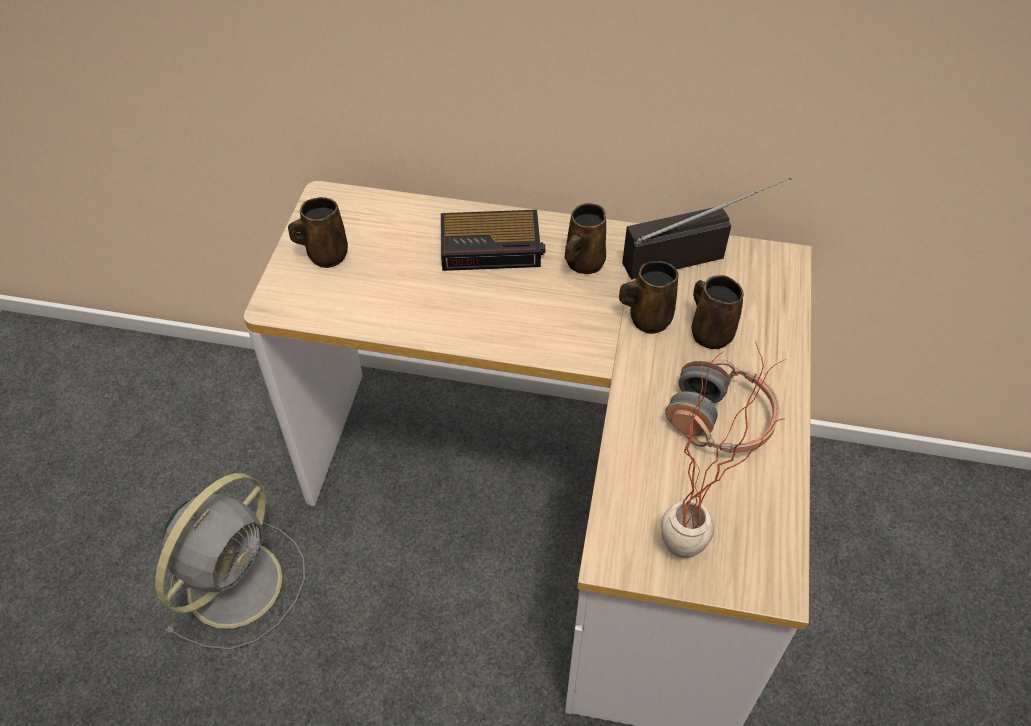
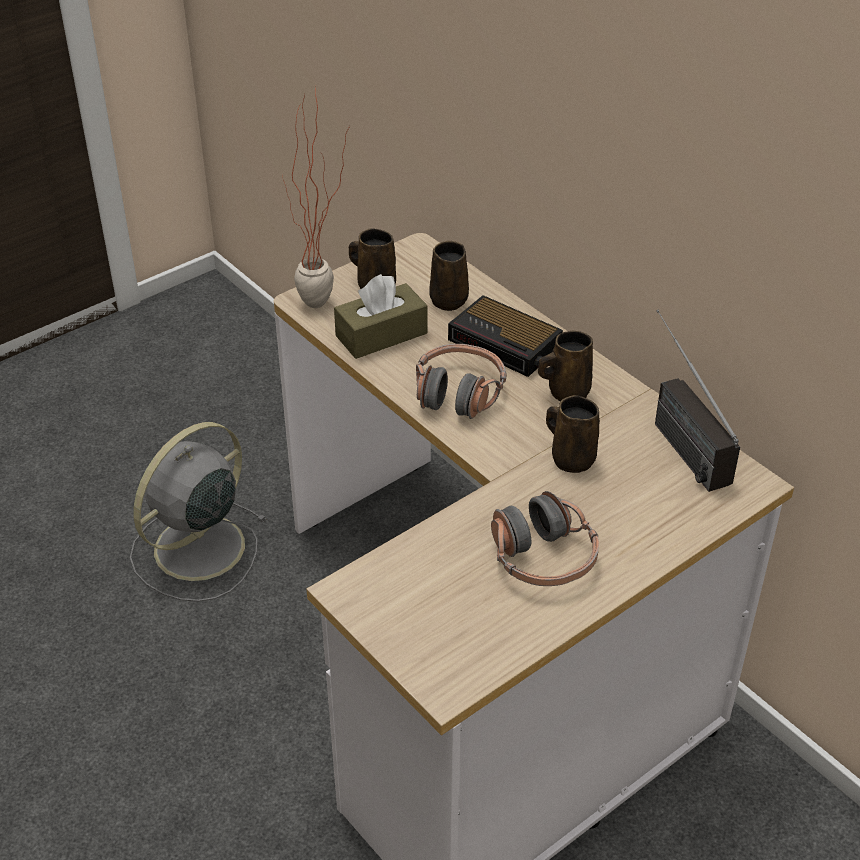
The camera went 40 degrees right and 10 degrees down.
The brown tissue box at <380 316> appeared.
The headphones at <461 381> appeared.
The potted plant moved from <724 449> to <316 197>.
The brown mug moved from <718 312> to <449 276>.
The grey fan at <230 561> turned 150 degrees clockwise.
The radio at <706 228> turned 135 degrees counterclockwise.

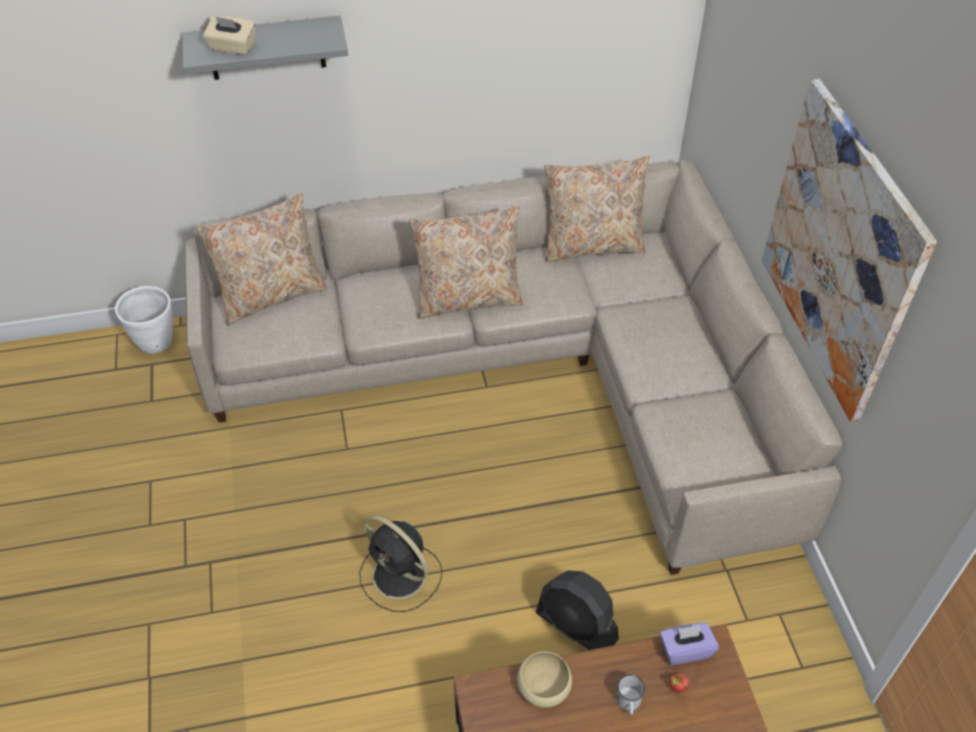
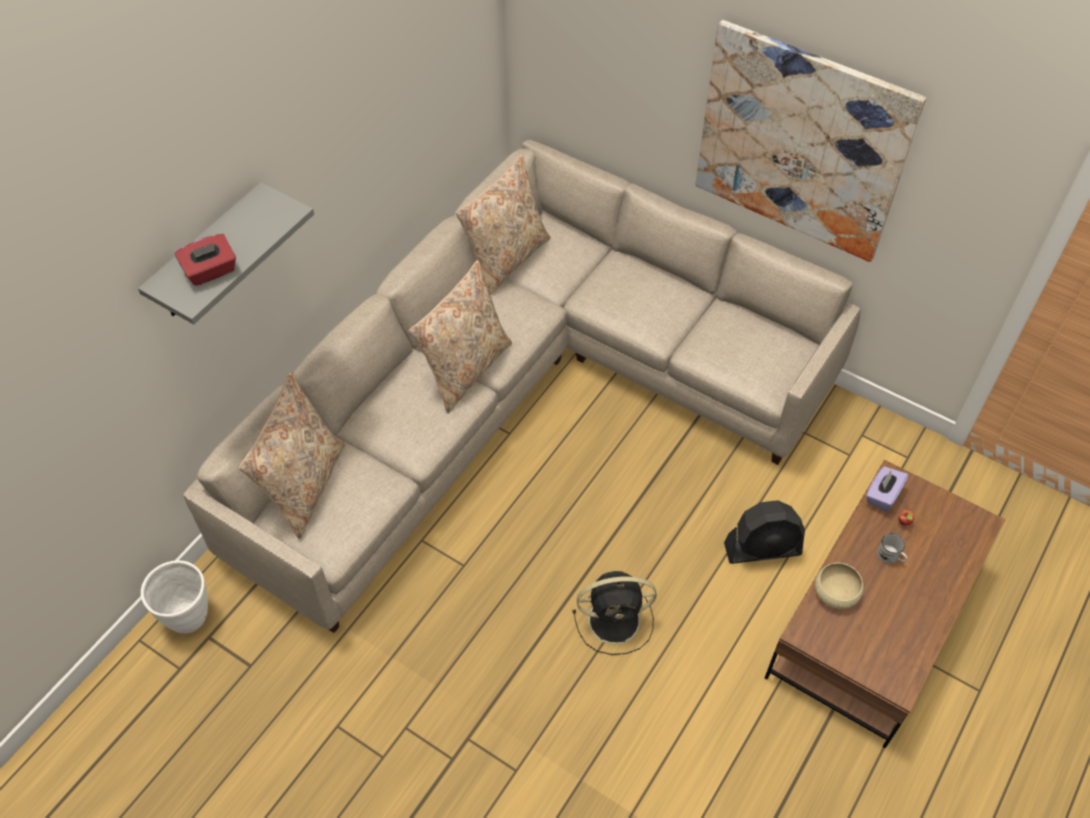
The camera went 45 degrees left and 5 degrees up.
The beige tissue box at <229 35> became the red tissue box at <205 260>.

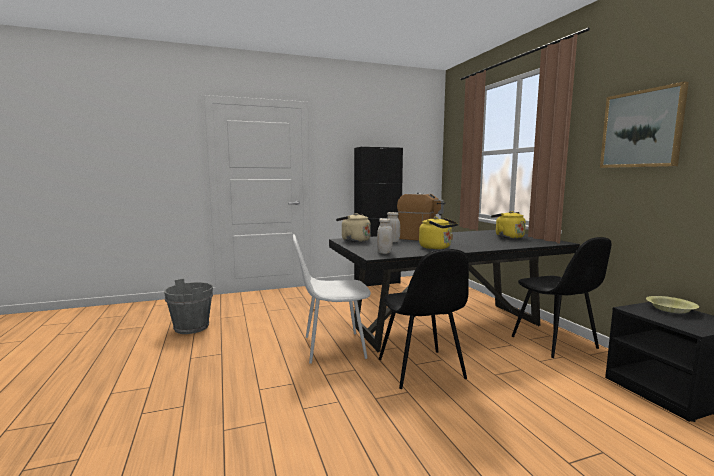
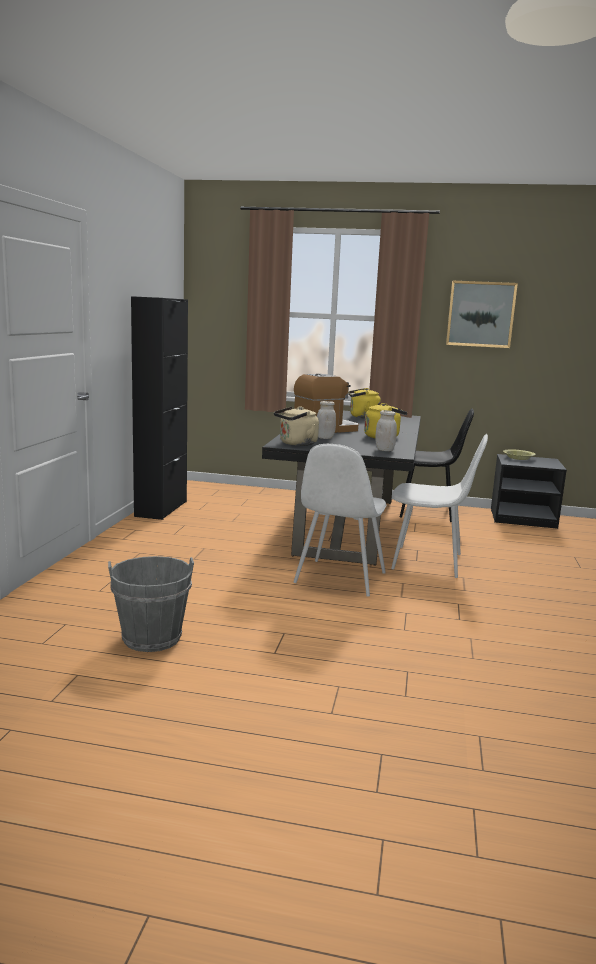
The camera went 60 degrees left and 5 degrees up.
The black chair at <424 319> became the white chair at <439 506>.

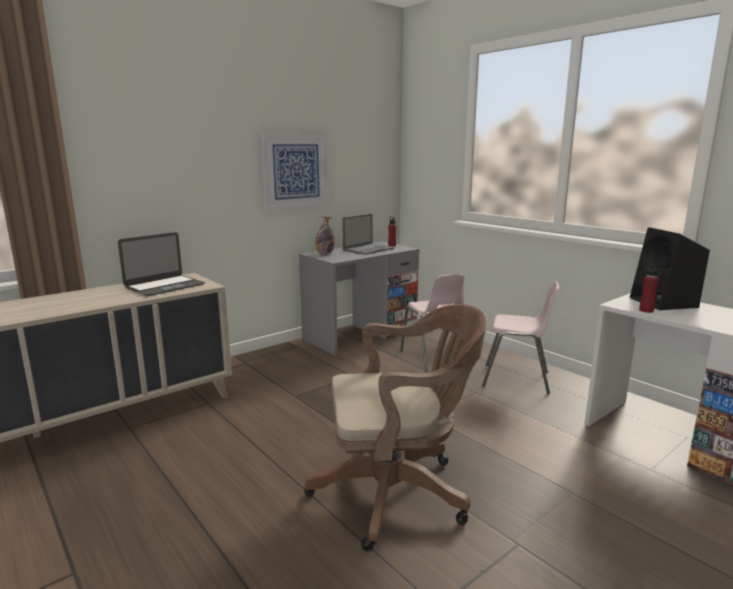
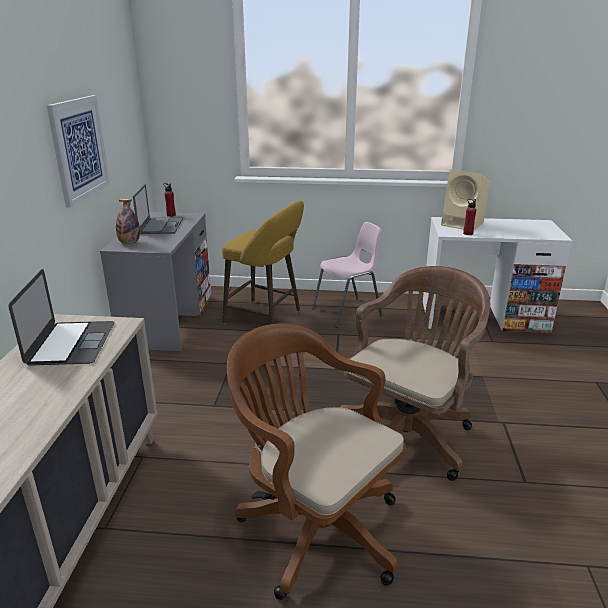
The camera went 45 degrees left and 10 degrees up.
The brown office chair at <316 461> appeared.
The pink chair at <432 322> was replaced by the yellow stool at <263 262>.
The black speaker at <670 268> became the beige speaker at <465 200>.

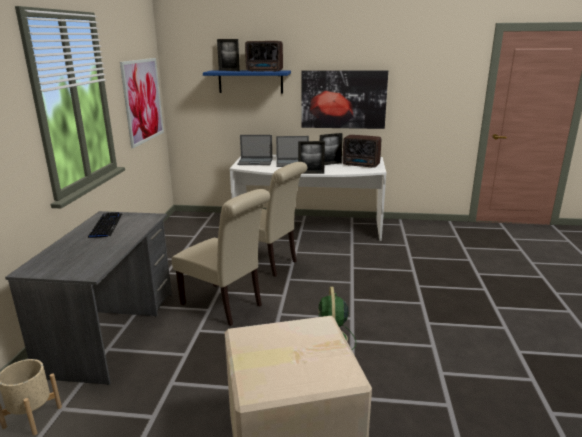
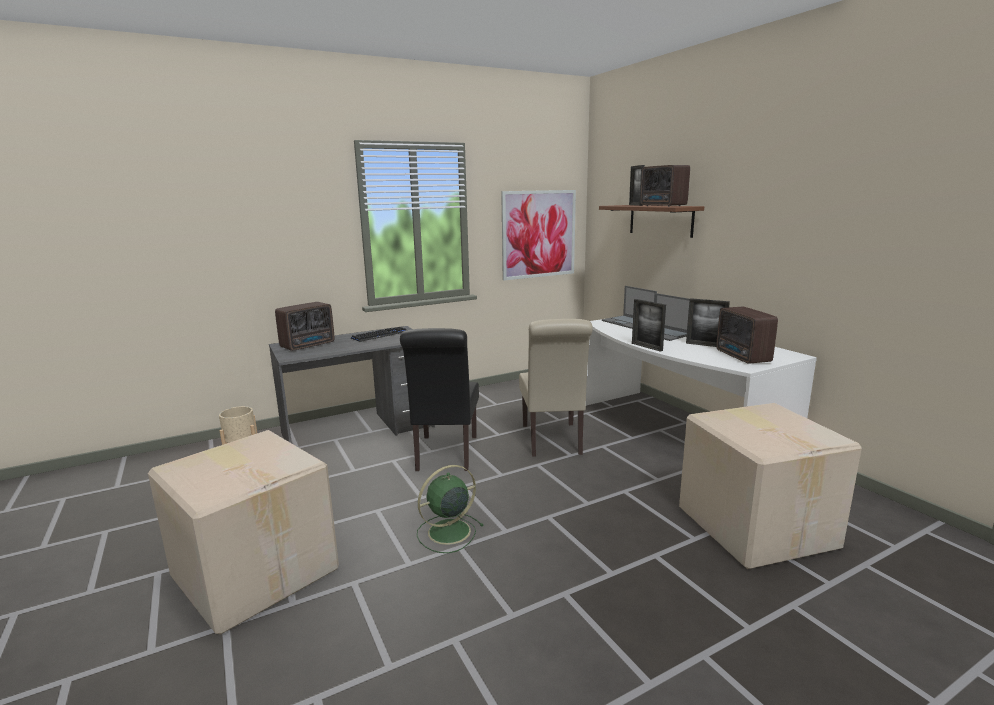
The camera went 55 degrees right and 5 degrees down.
The picture at <345 99> disappeared.
The radio at <304 326> appeared.
The cardboard box at <770 486> appeared.
The beige chair at <221 257> became the black chair at <439 399>.
The blue shelf at <247 81> became the brown shelf at <651 221>.

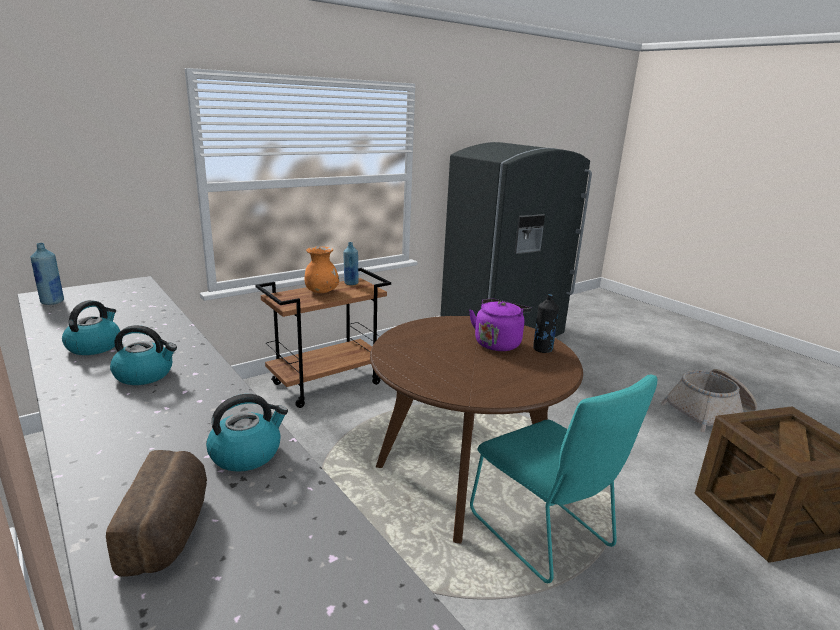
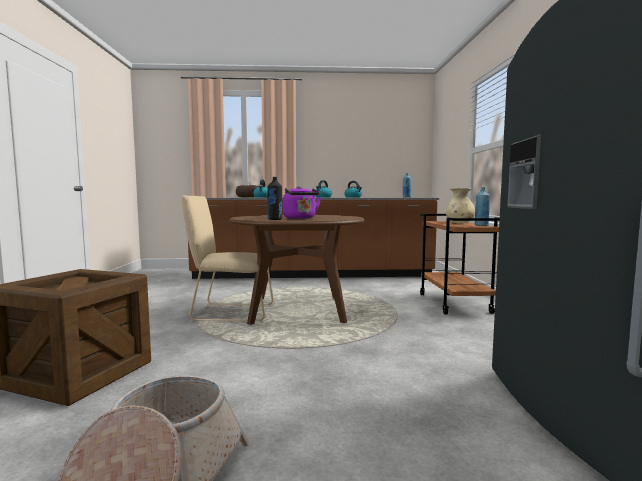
The camera went 125 degrees right and 15 degrees down.
The orange vase at <322 269> became the beige vase at <460 206>.
The turquoise chair at <563 479> became the beige chair at <227 258>.

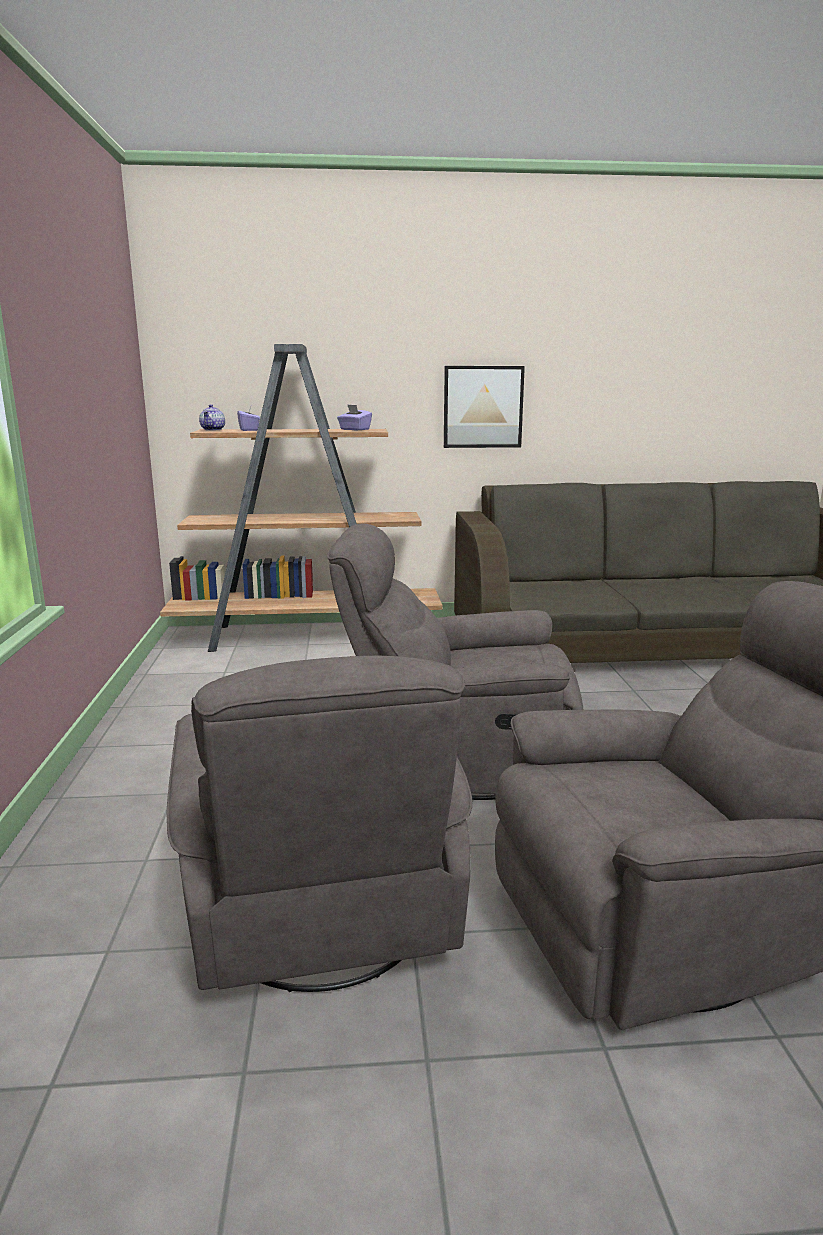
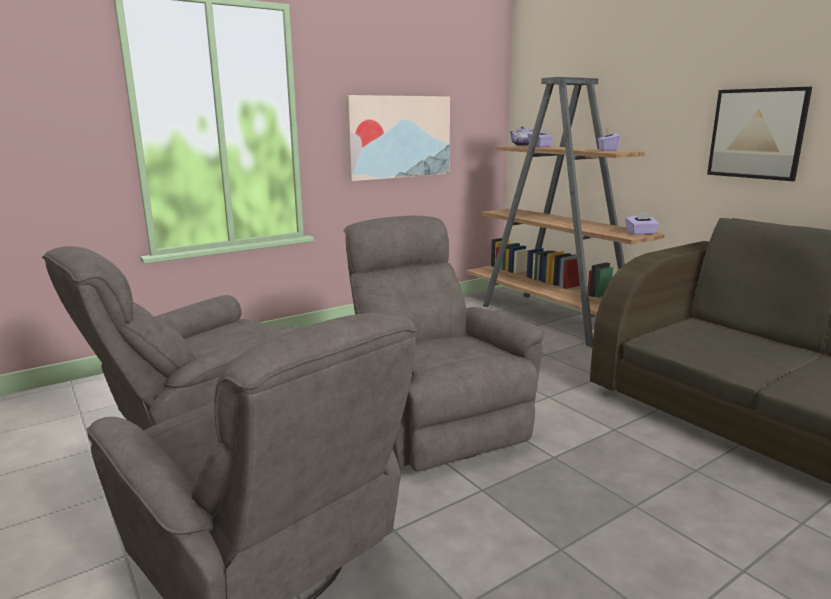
The camera went 60 degrees right and 0 degrees up.
The picture at <398 138> appeared.
The purple tissue box at <642 223> appeared.

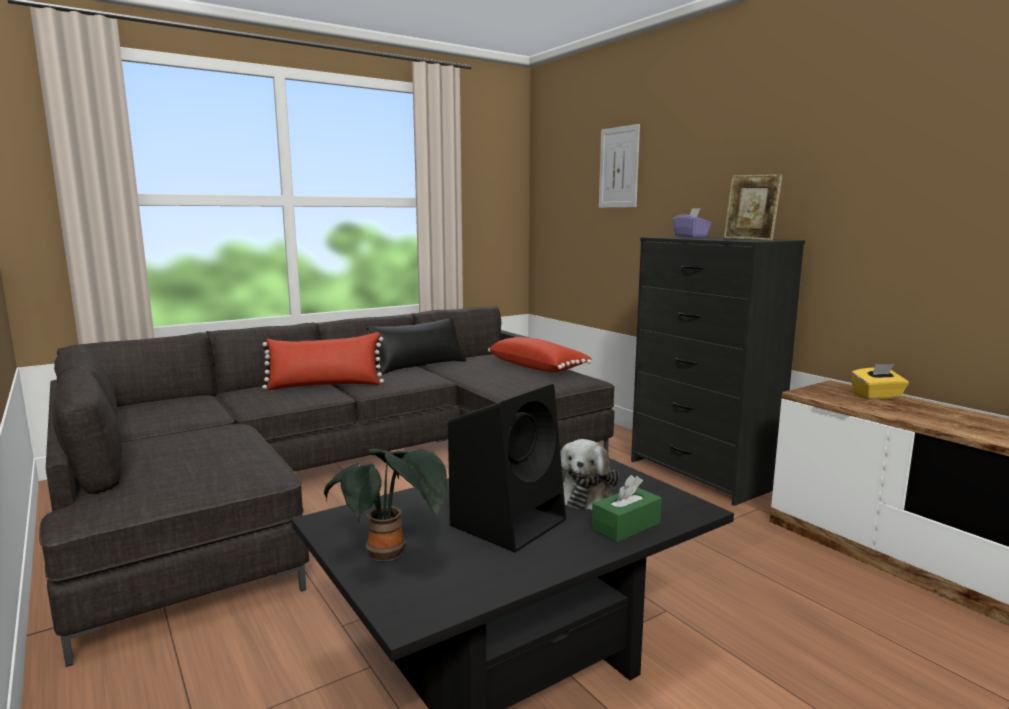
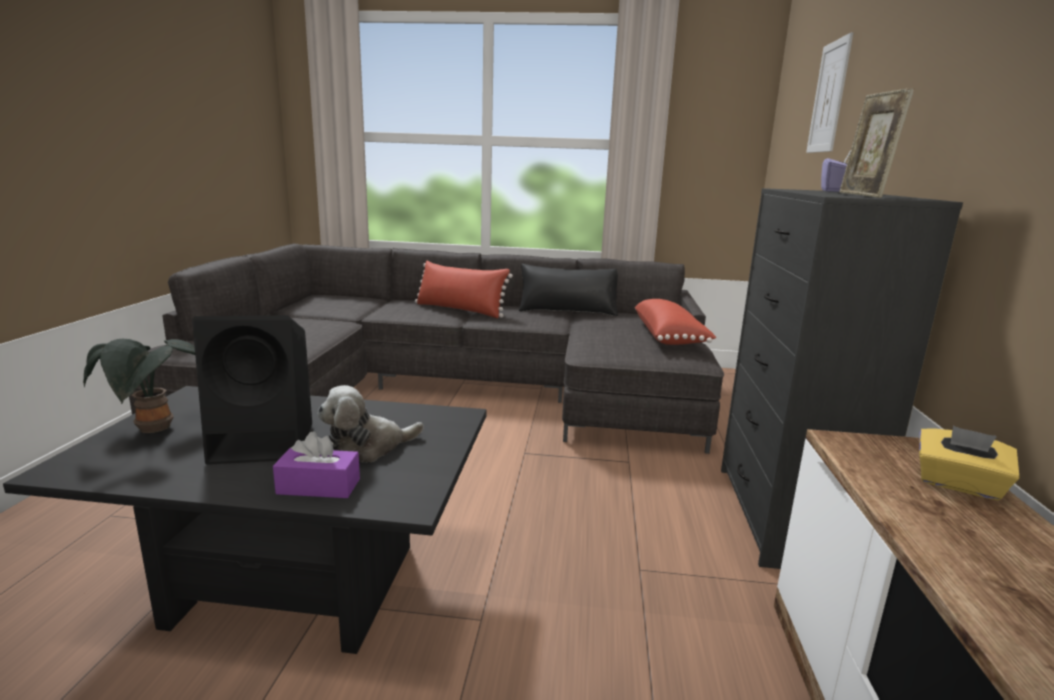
The camera went 40 degrees right and 5 degrees up.
The green tissue box at <627 508> became the purple tissue box at <316 464>.

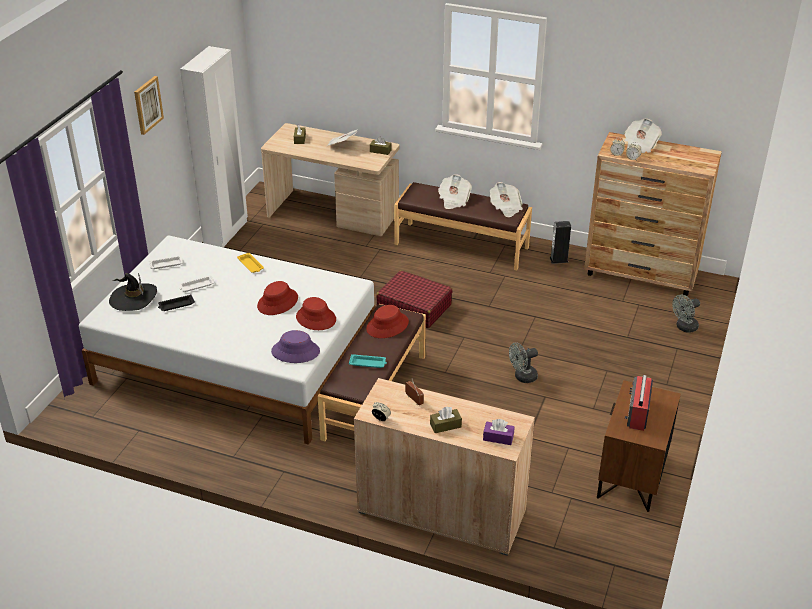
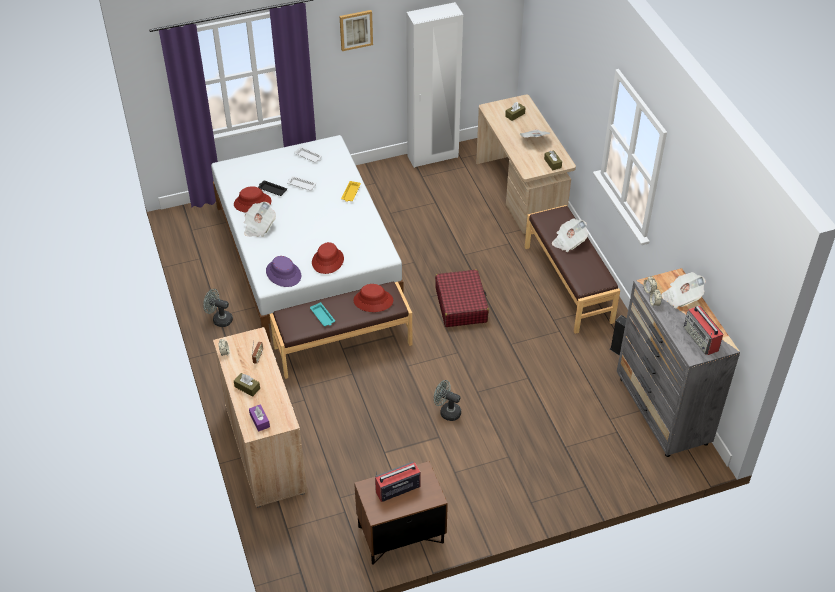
The camera went 50 degrees right and 10 degrees up.
The black hat at <133 292> disappeared.
The radio at <703 330> appeared.
The red hat moved from <277 298> to <253 199>.
The newspaper moved from <506 200> to <260 219>.
The grey fan moved from <686 313> to <218 308>.
The brown dresser at <653 214> became the grey dresser at <678 362>.

